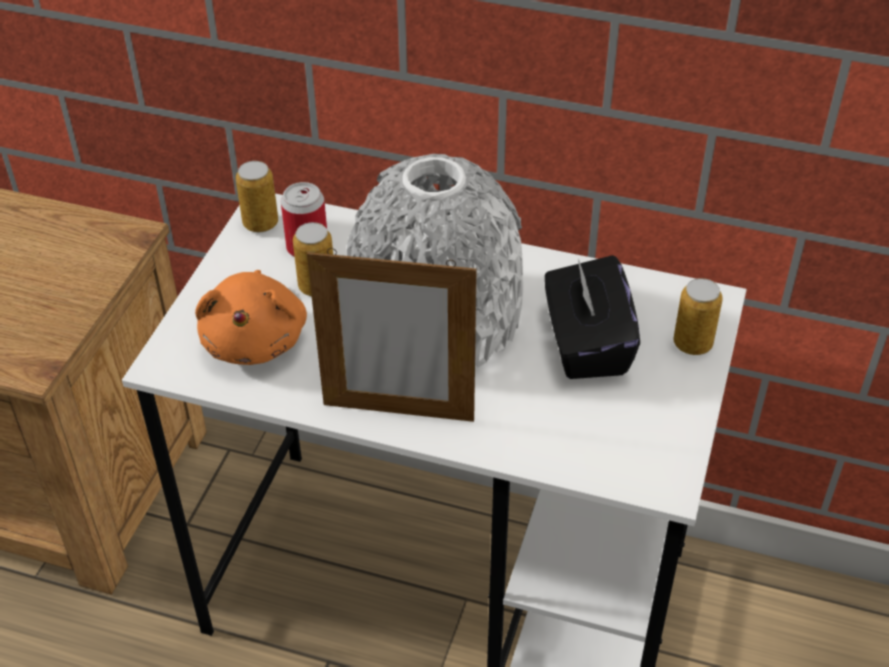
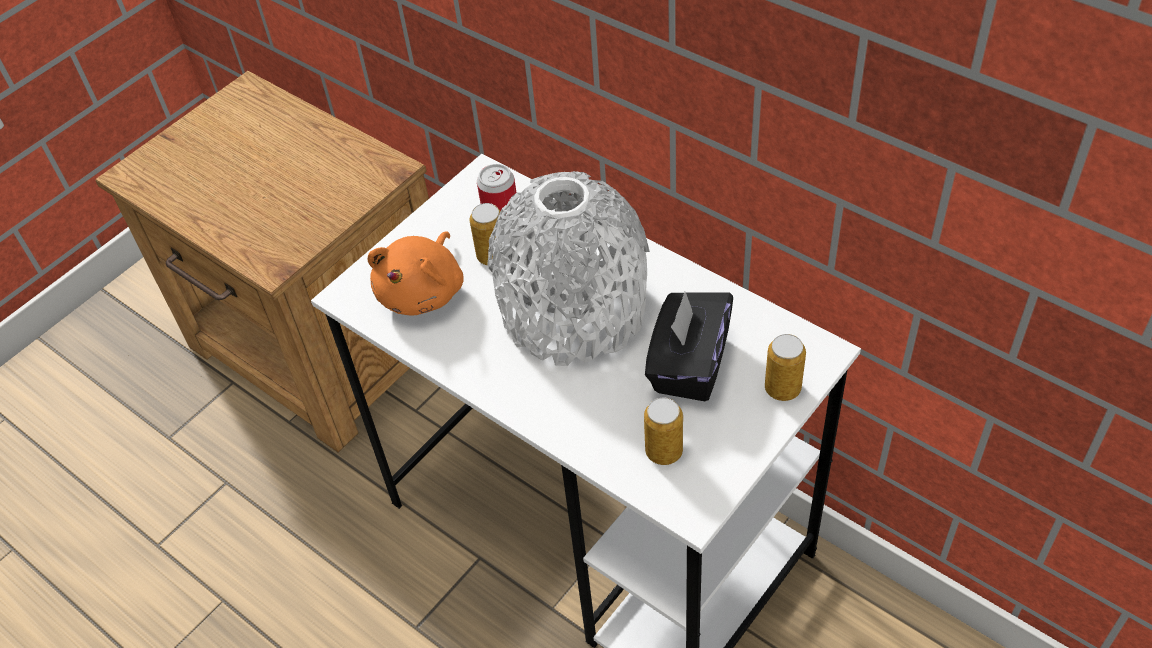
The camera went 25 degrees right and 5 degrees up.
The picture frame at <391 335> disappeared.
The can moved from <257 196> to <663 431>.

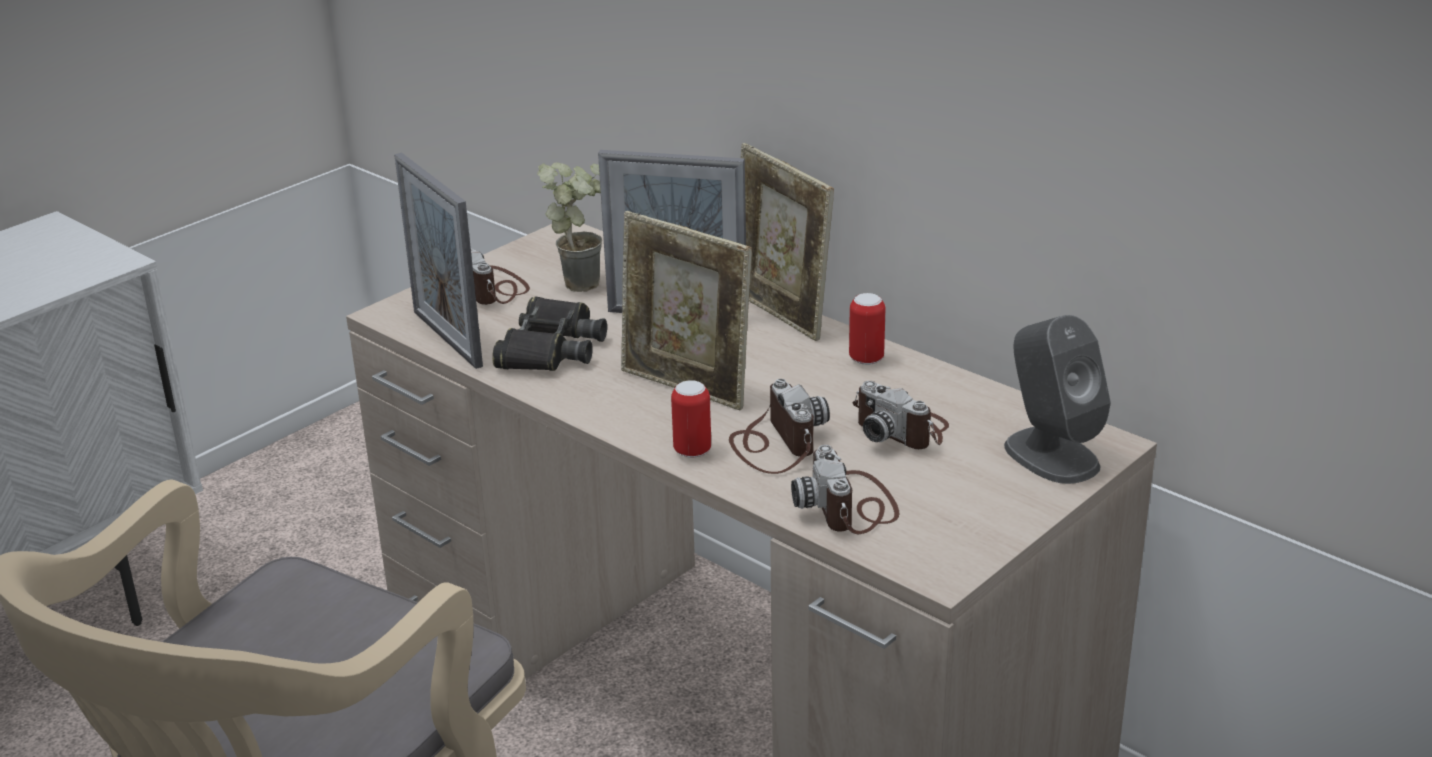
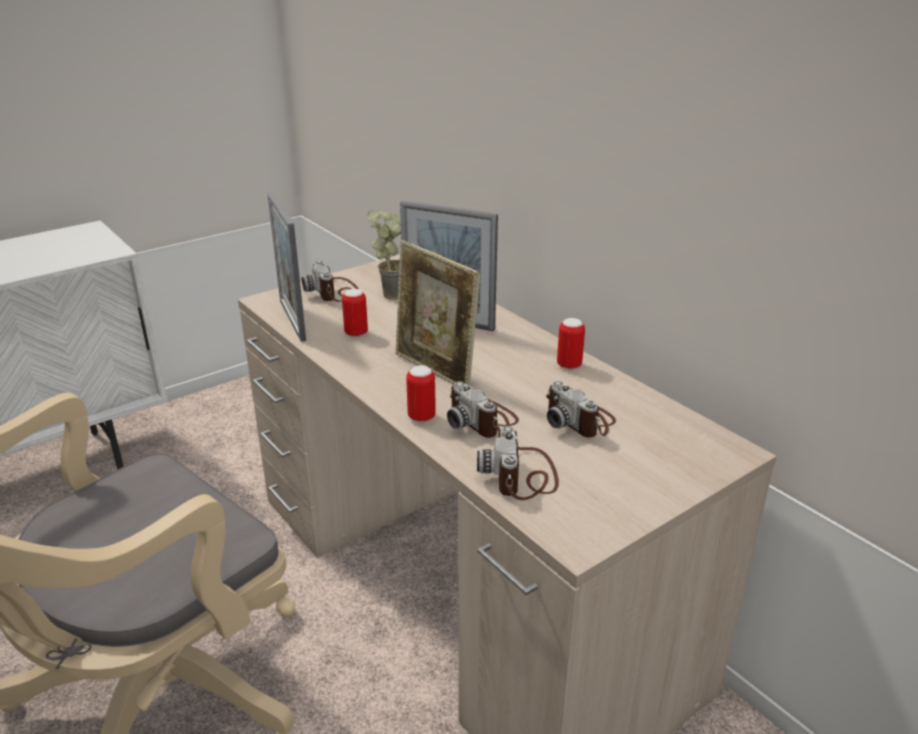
The camera went 10 degrees right and 0 degrees up.
The picture frame at <787 242> disappeared.
The grey speaker at <1057 399> disappeared.
The black binoculars at <549 334> was replaced by the can at <355 313>.
The photo camera at <779 426> turned 150 degrees clockwise.

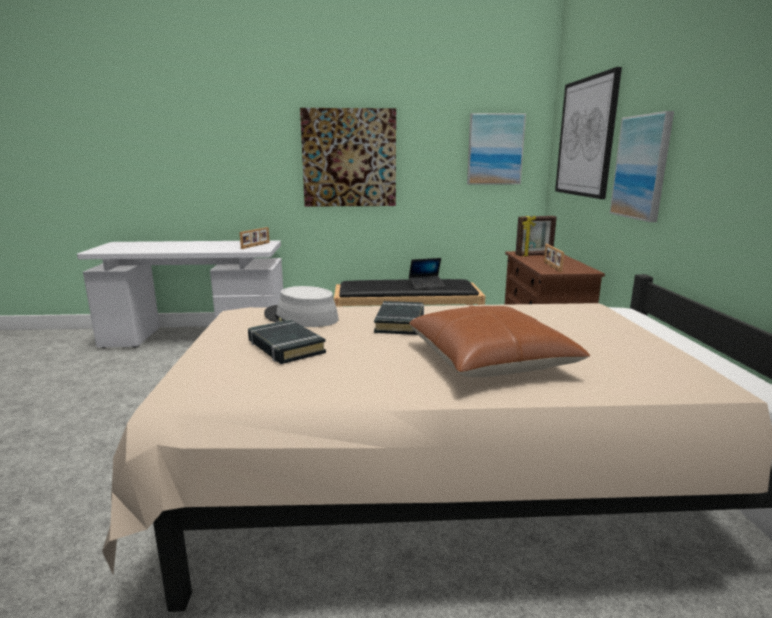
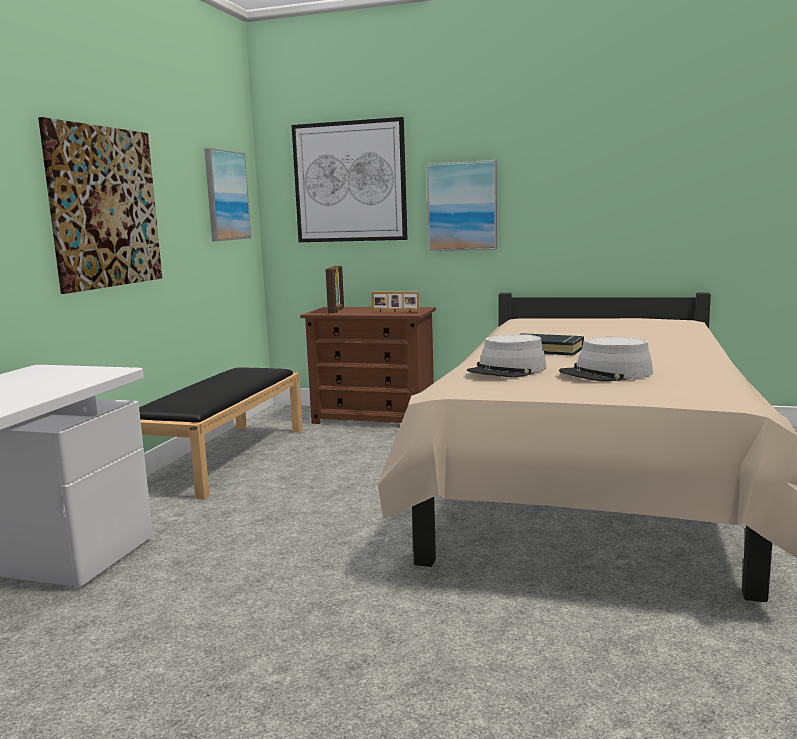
The camera went 70 degrees left and 5 degrees down.
The picture frame at <254 238> disappeared.
The laptop at <427 273> disappeared.
The brown pillow at <499 341> disappeared.
The black book at <287 341> was replaced by the grey hat at <606 359>.

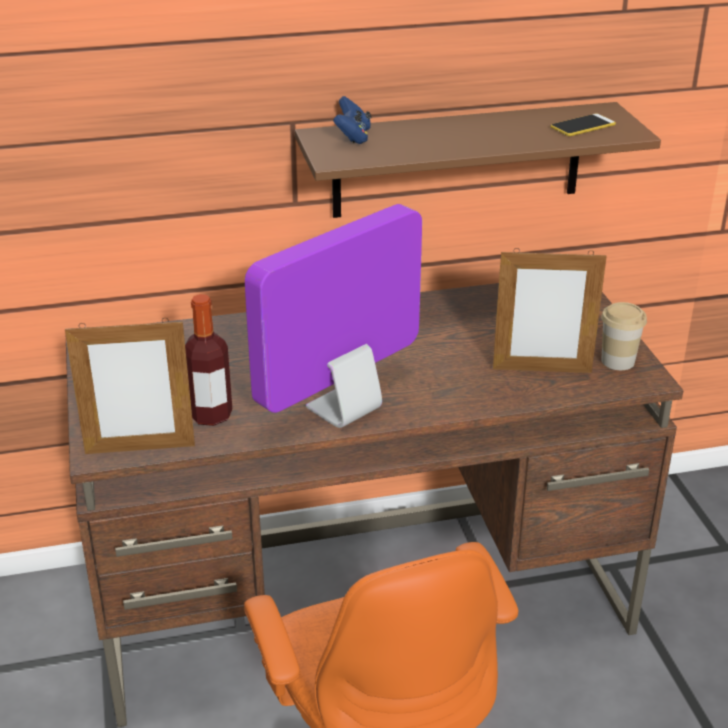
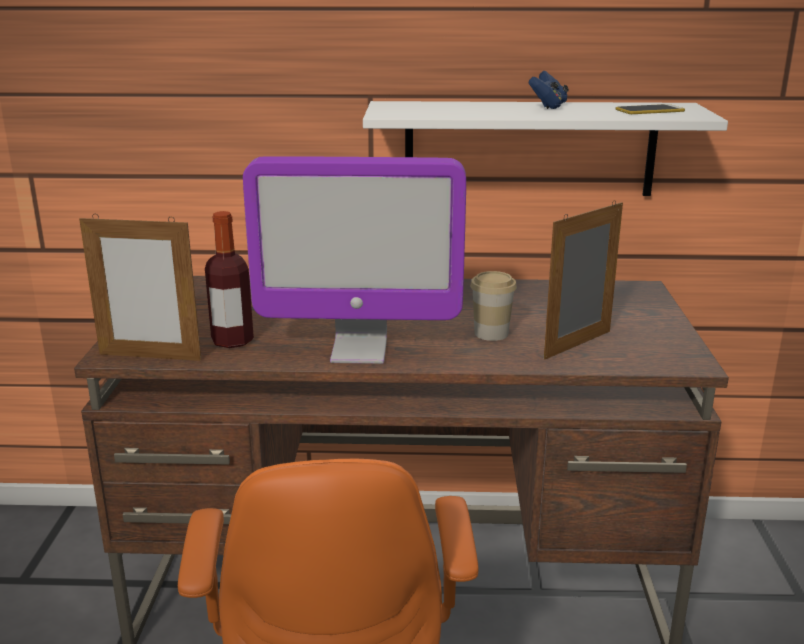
The camera went 15 degrees right and 10 degrees down.
The blue game controller moved from <352 120> to <548 90>.
The cup moved from <624 336> to <493 306>.
The brown shelf at <478 160> became the white shelf at <545 148>.
The monitor at <333 316> turned 150 degrees counterclockwise.
The picture frame at <550 310> turned 120 degrees clockwise.

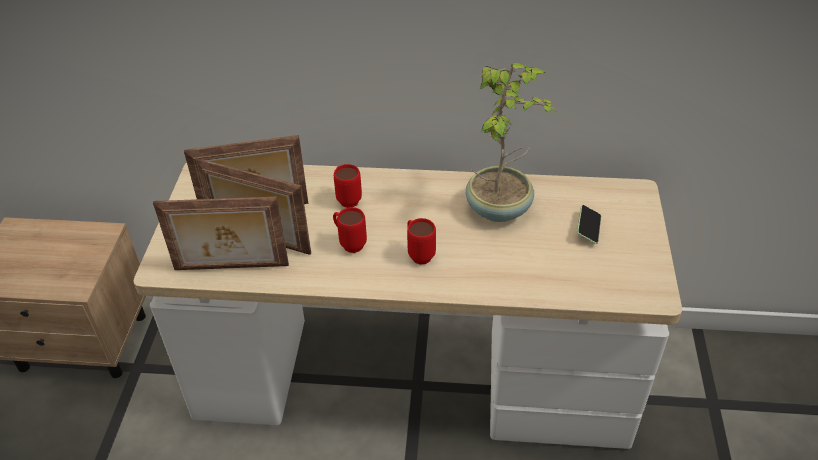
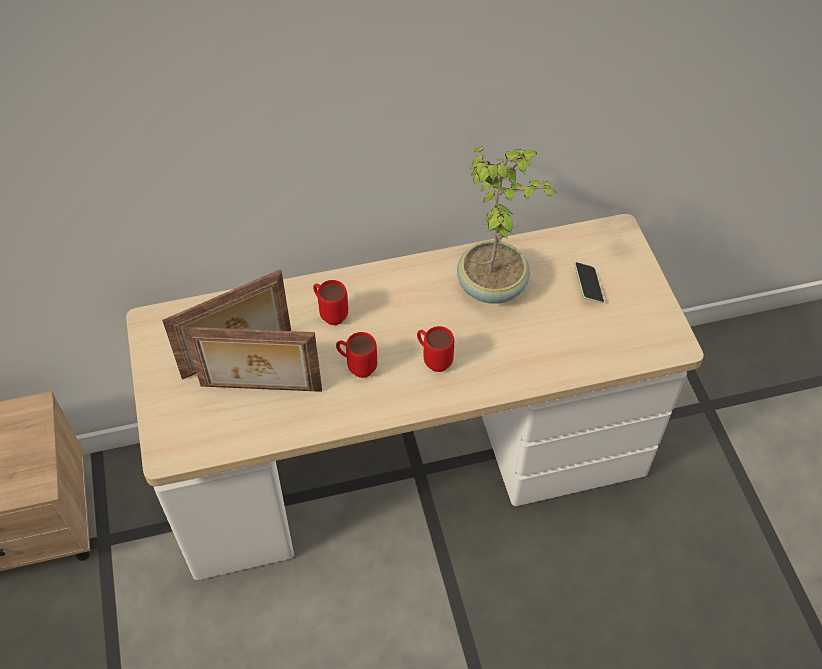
The camera went 20 degrees left and 10 degrees up.
The picture frame at <221 233> disappeared.

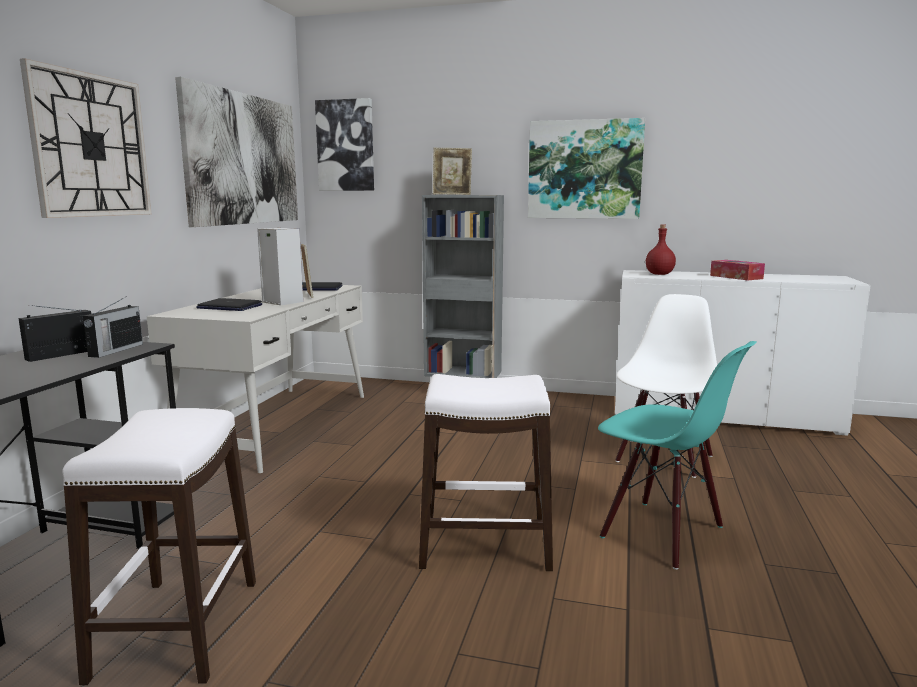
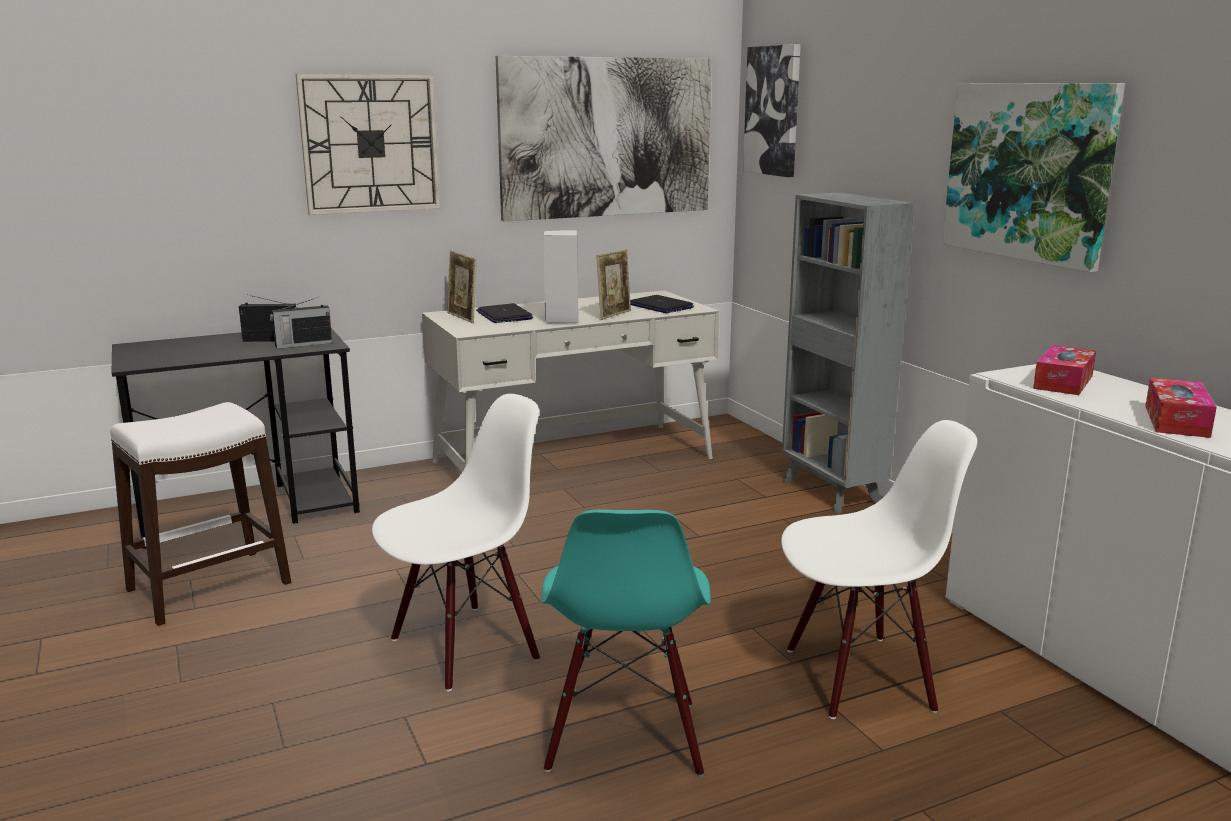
The camera went 50 degrees right and 5 degrees up.
The picture frame moved from <452 171> to <462 286>.
The white stool at <486 472> was replaced by the white chair at <456 542>.
The red bottle at <661 249> was replaced by the tissue box at <1064 370>.

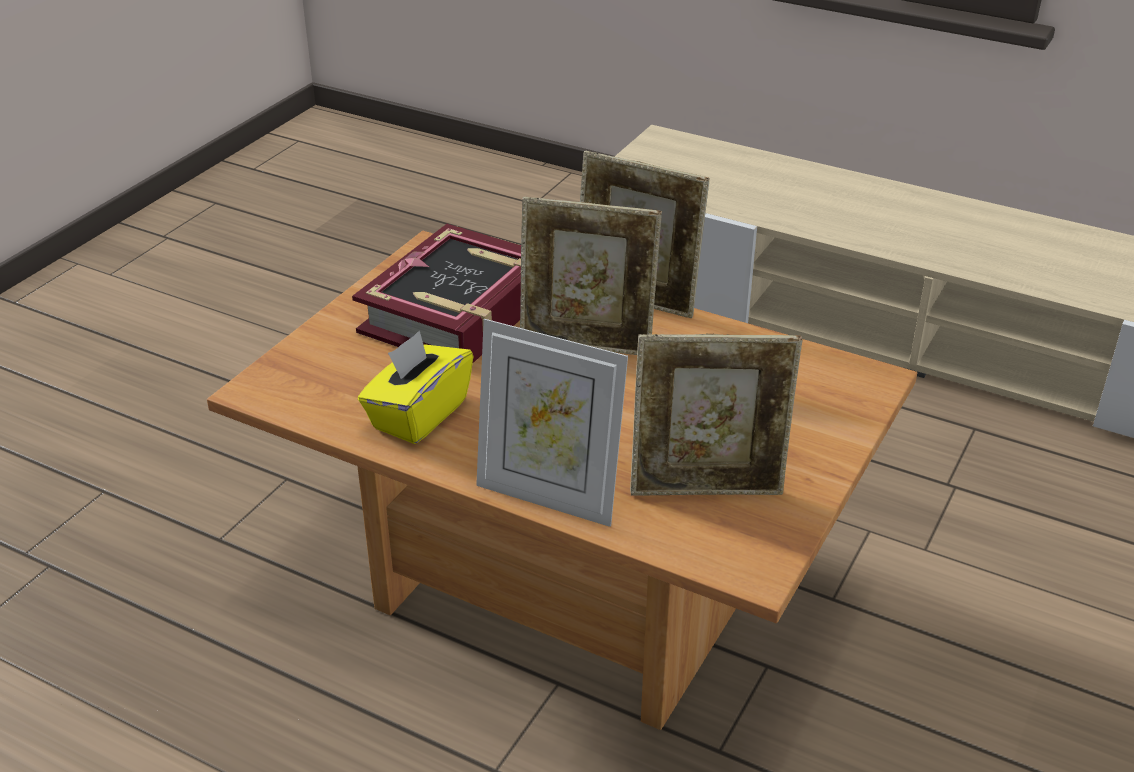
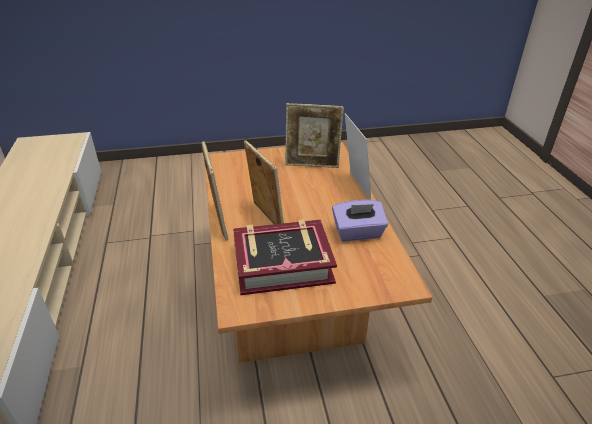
The camera went 130 degrees left and 0 degrees up.
The yellow tissue box at <416 387> became the purple tissue box at <360 220>.
The picture frame at <716 414> turned 135 degrees clockwise.

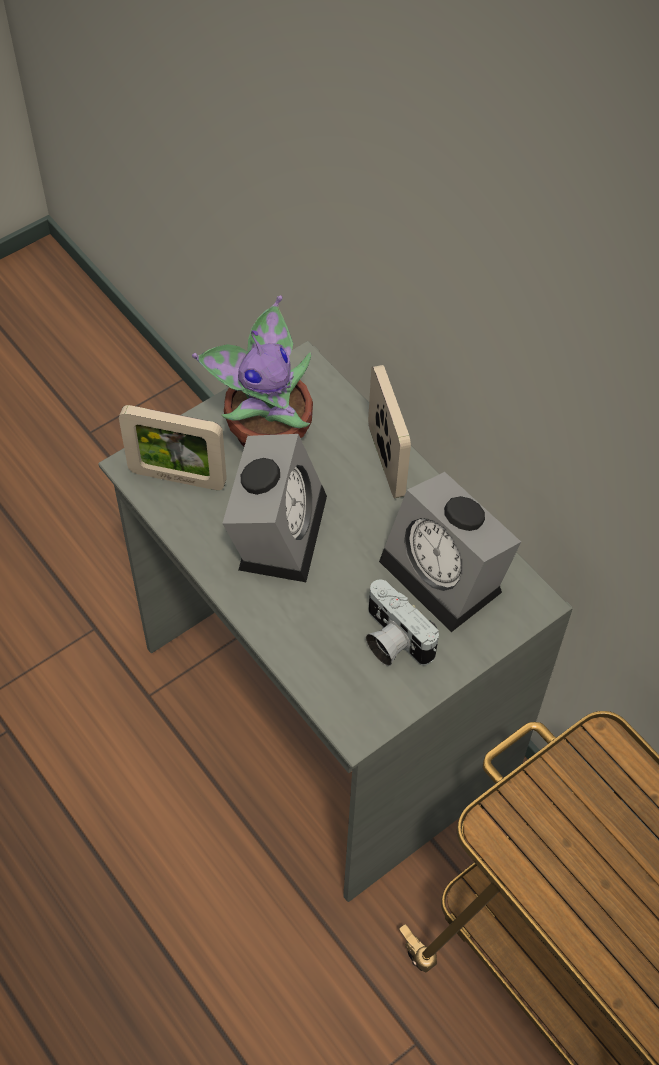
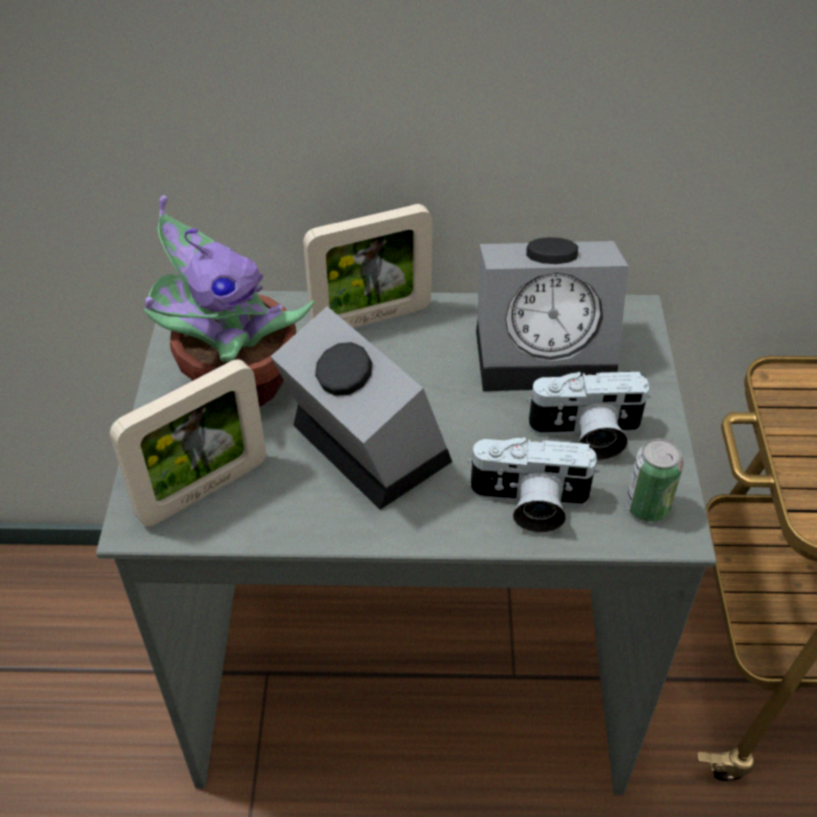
The camera went 50 degrees left and 10 degrees down.
The photo camera at <533 485> appeared.
The can at <655 480> appeared.
The picture frame at <389 431> turned 135 degrees clockwise.

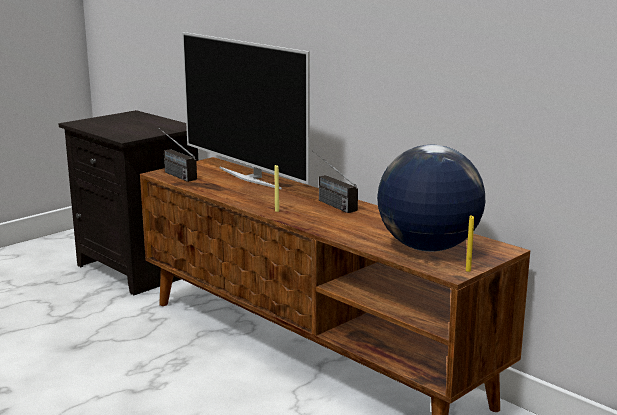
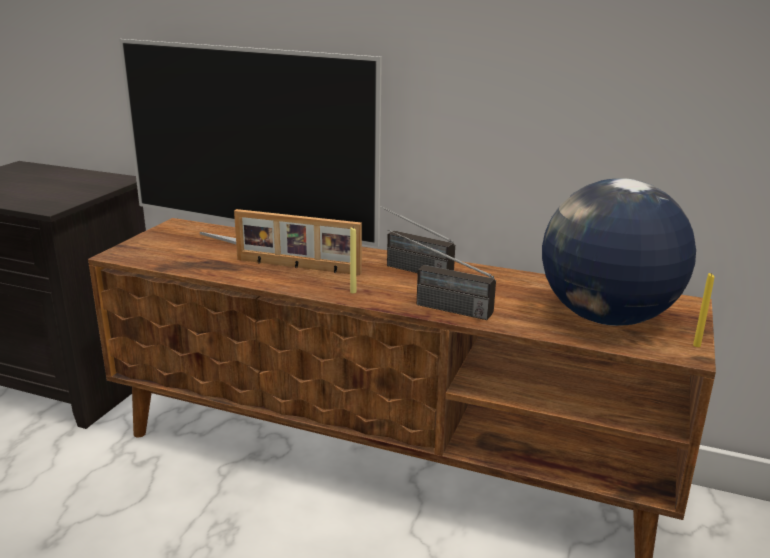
The camera went 25 degrees left and 5 degrees up.
The picture frame at <298 242> appeared.
The radio moved from <178 155> to <442 274>.

